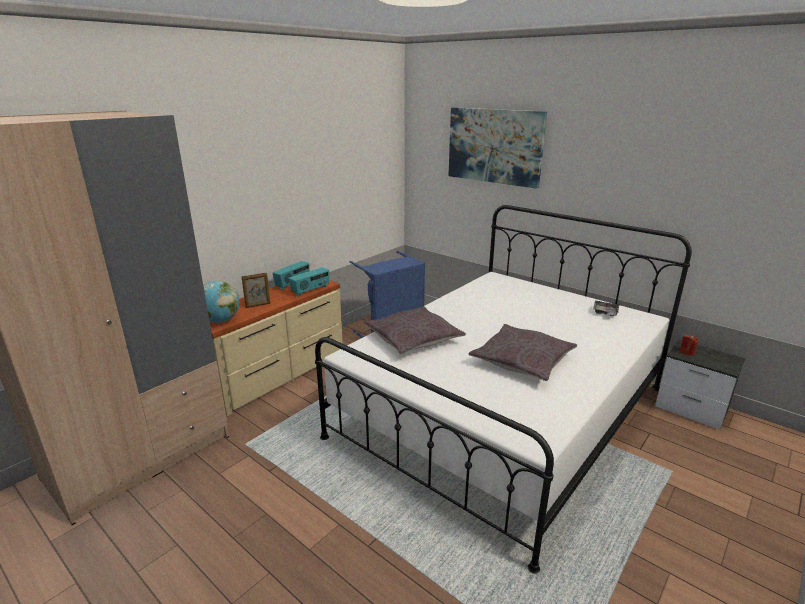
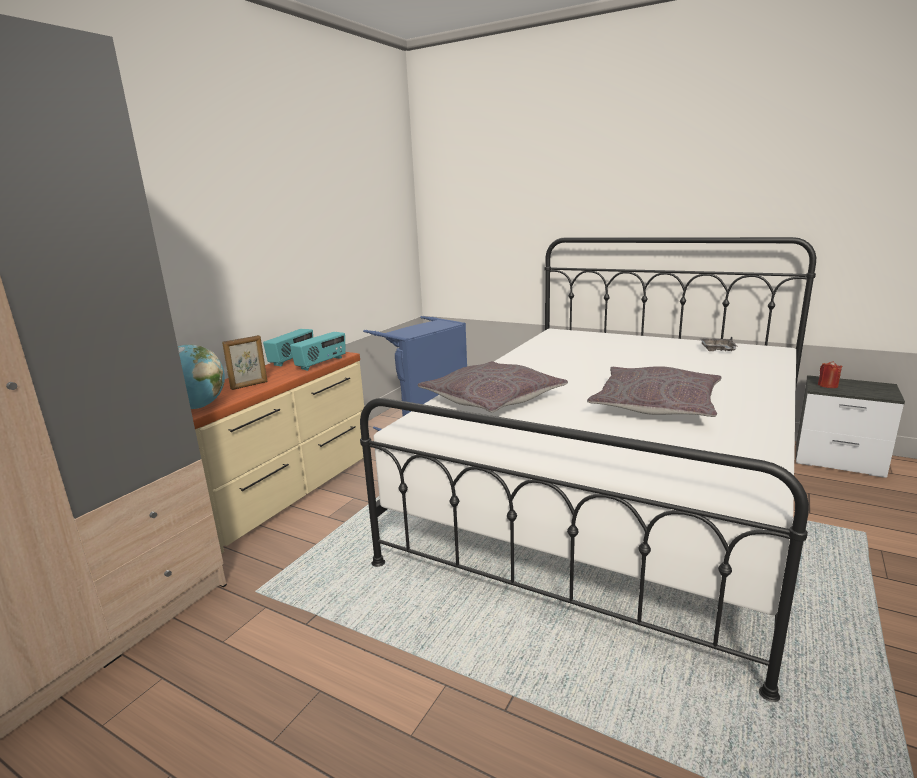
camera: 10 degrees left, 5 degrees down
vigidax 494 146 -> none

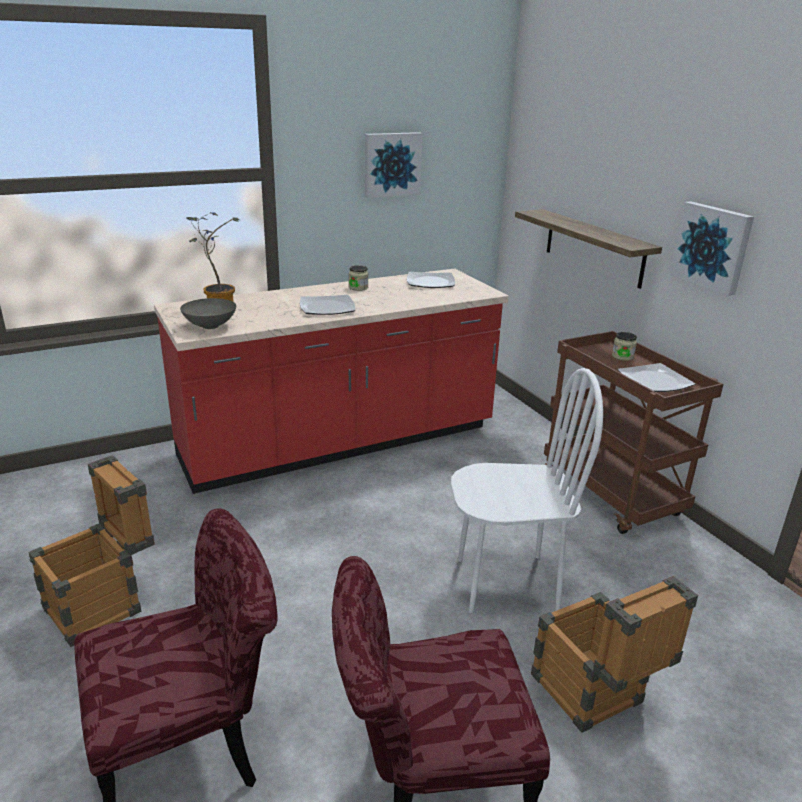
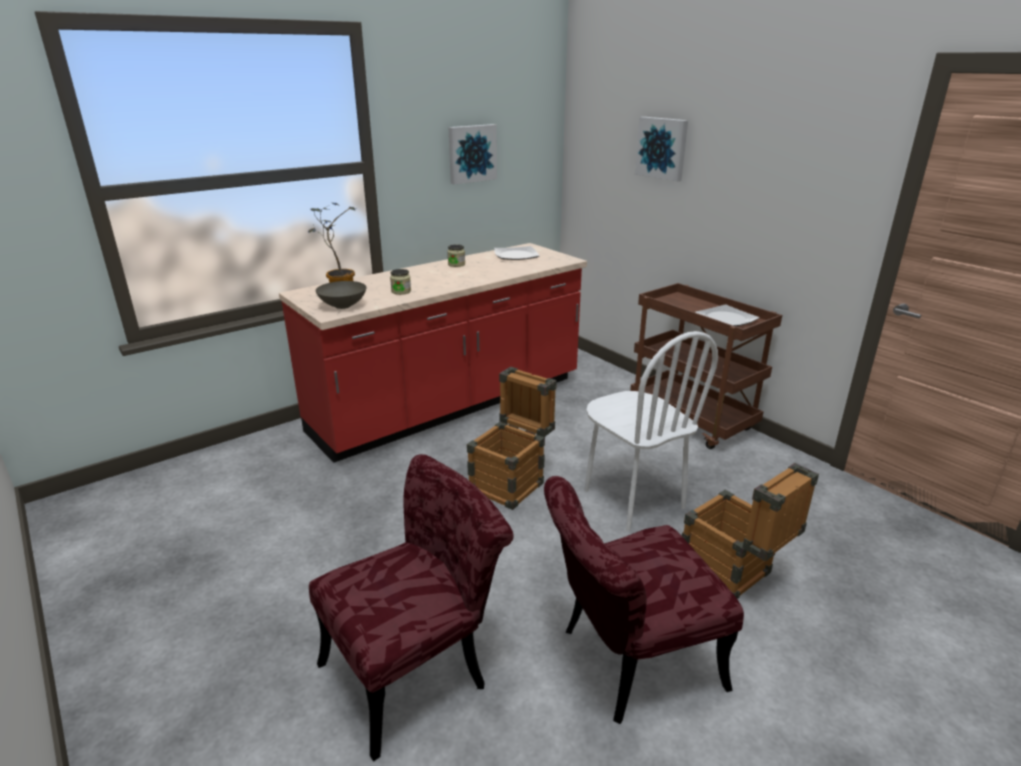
camera: 10 degrees left, 0 degrees up
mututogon 104 604 -> mututogon 512 482, moved
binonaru 328 308 -> none
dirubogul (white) 506 583 -> dirubogul (white) 633 499, 75 degrees clockwise
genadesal 593 247 -> none
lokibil 622 356 -> lokibil 401 291, moved
vigidax 712 247 -> vigidax 662 148, moved

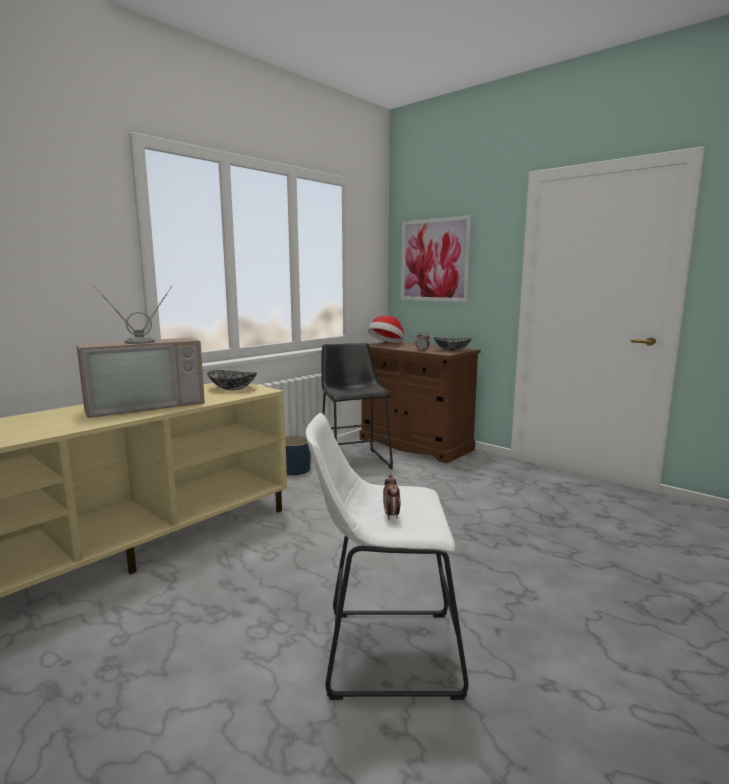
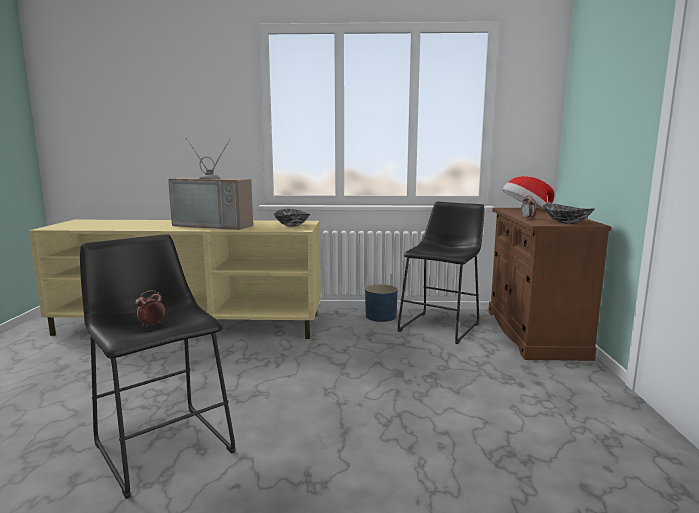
camera: 50 degrees right, 0 degrees up
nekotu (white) 382 651 -> nekotu (black) 162 443
vigidax 434 260 -> none

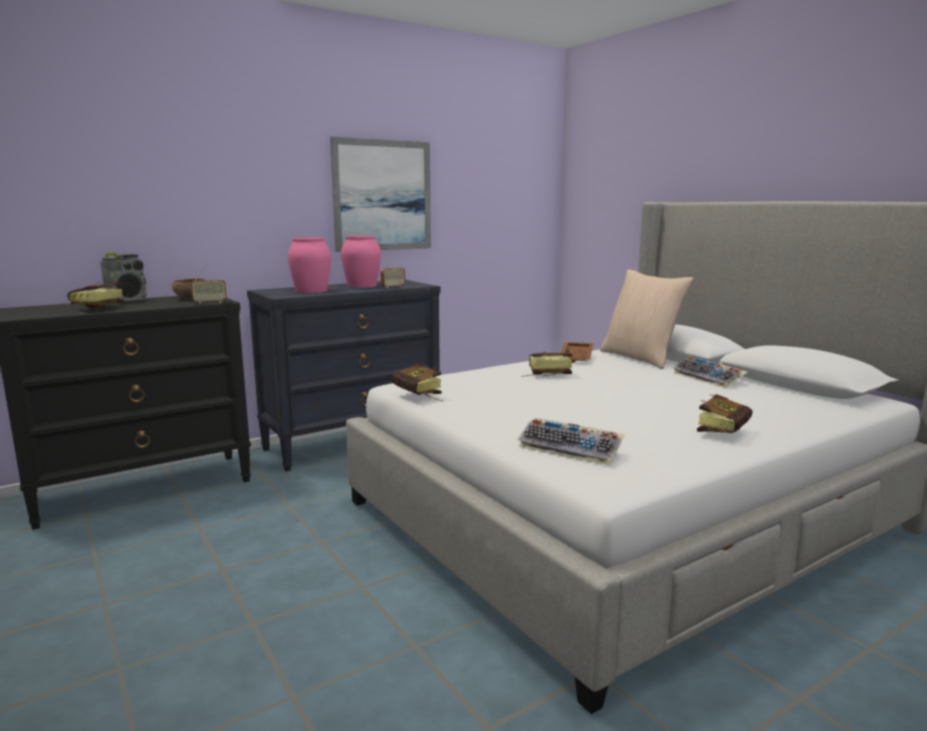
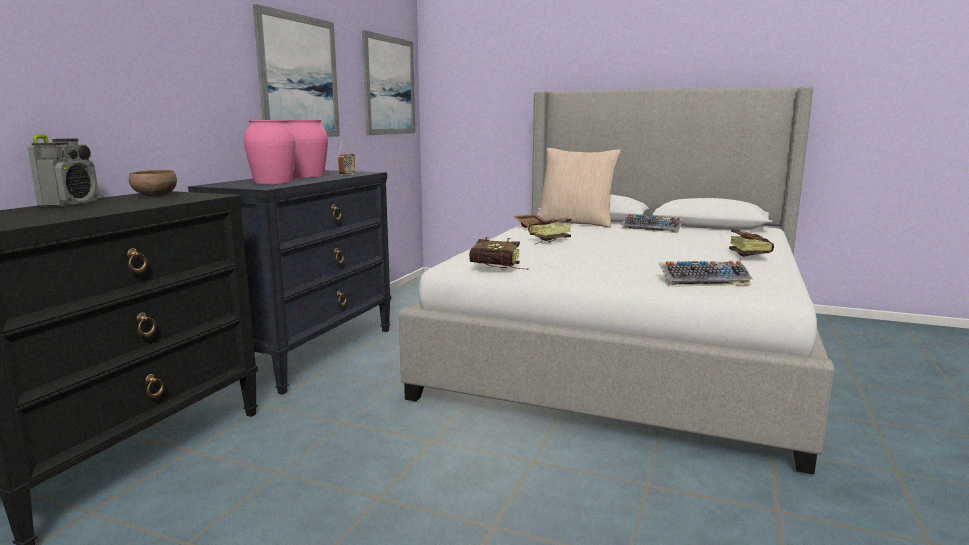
camera: 35 degrees left, 0 degrees up
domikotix 94 309 -> none
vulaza 210 302 -> none
none -> vigidax 389 86

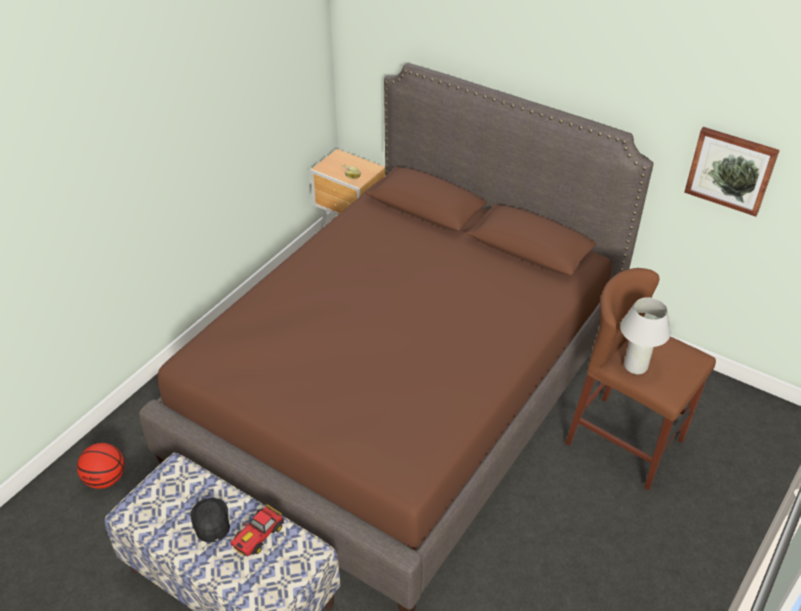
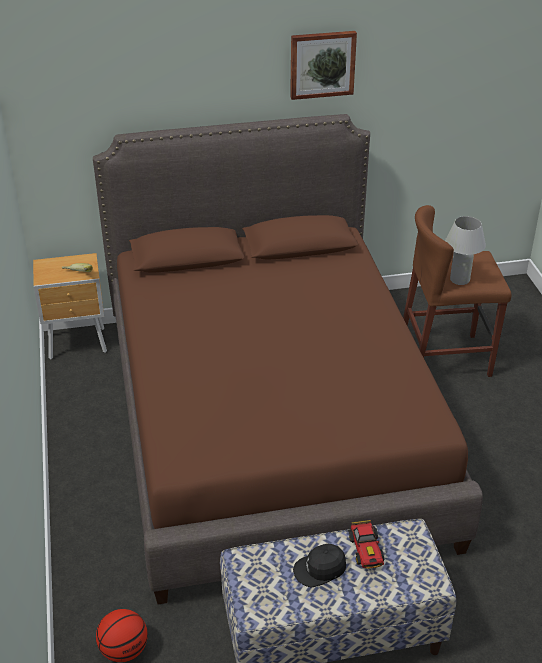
camera: 45 degrees left, 5 degrees down
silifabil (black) 210 521 -> silifabil (black) 320 569, 45 degrees counterclockwise
vigidax 731 170 -> vigidax 322 64, moved

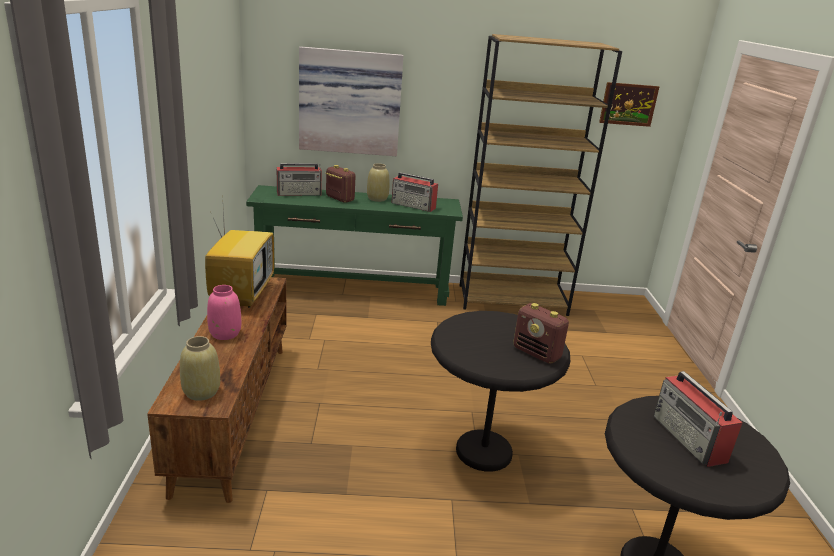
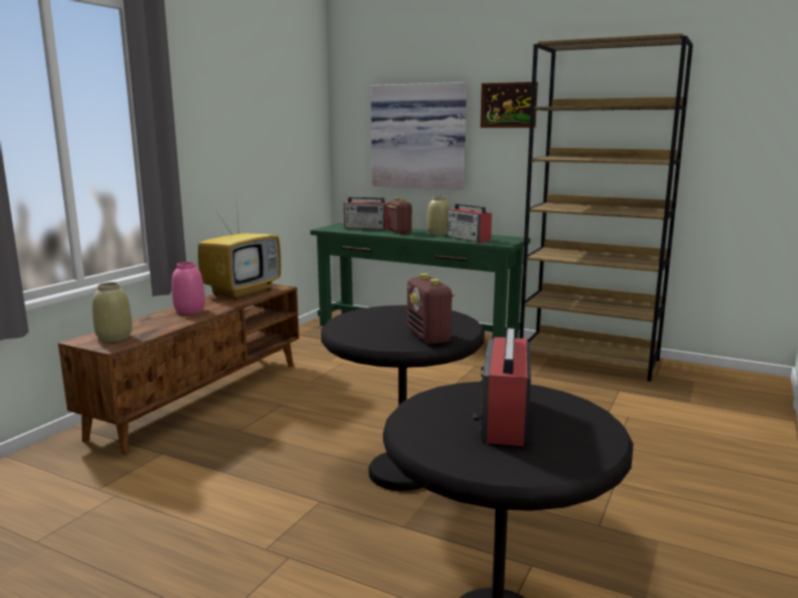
camera: 30 degrees right, 10 degrees down
vigidax 628 104 -> vigidax 508 105, moved

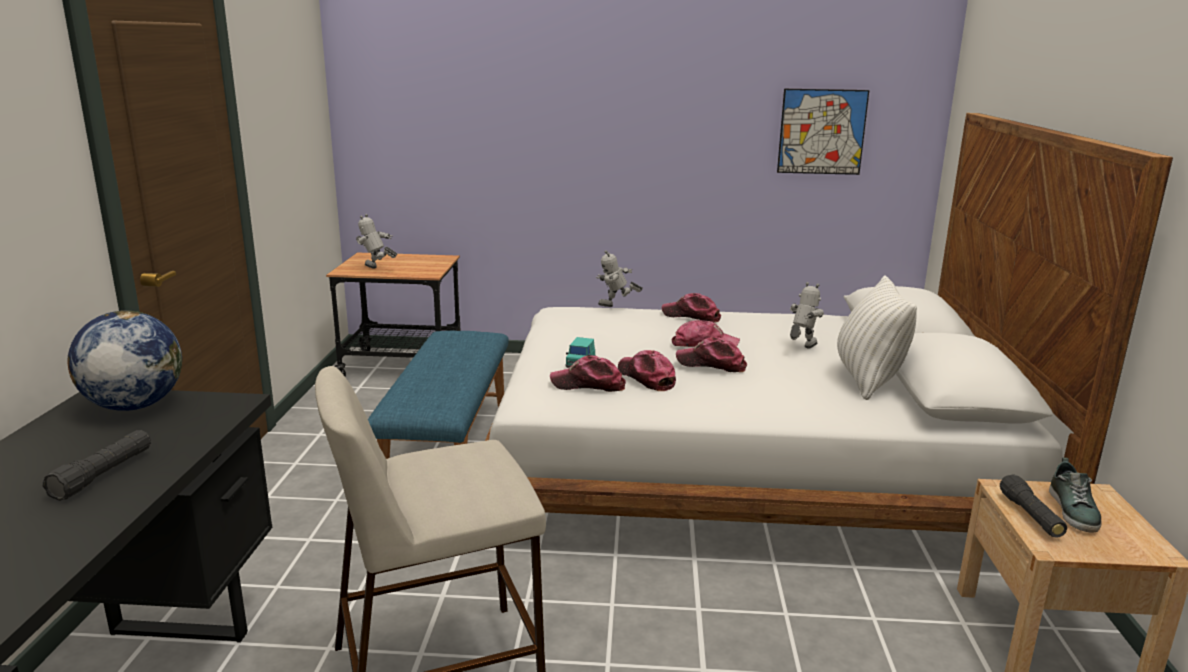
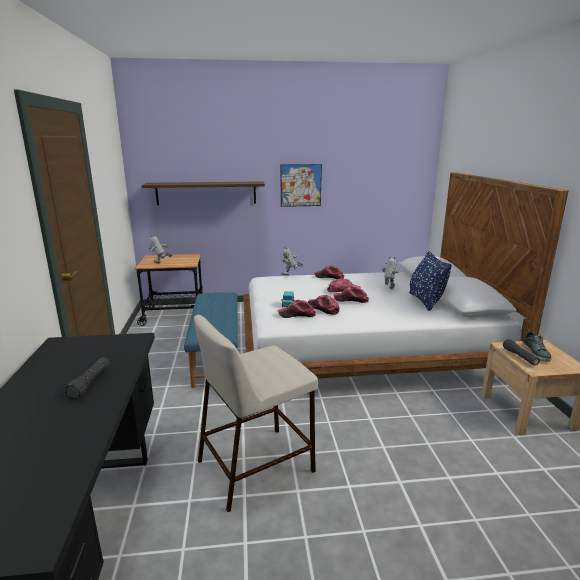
camera: 10 degrees left, 0 degrees up
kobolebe 134 406 -> none
vigidax 822 132 -> vigidax 300 185, moved
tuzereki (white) 868 380 -> tuzereki (blue) 425 301
none -> genadesal 206 193

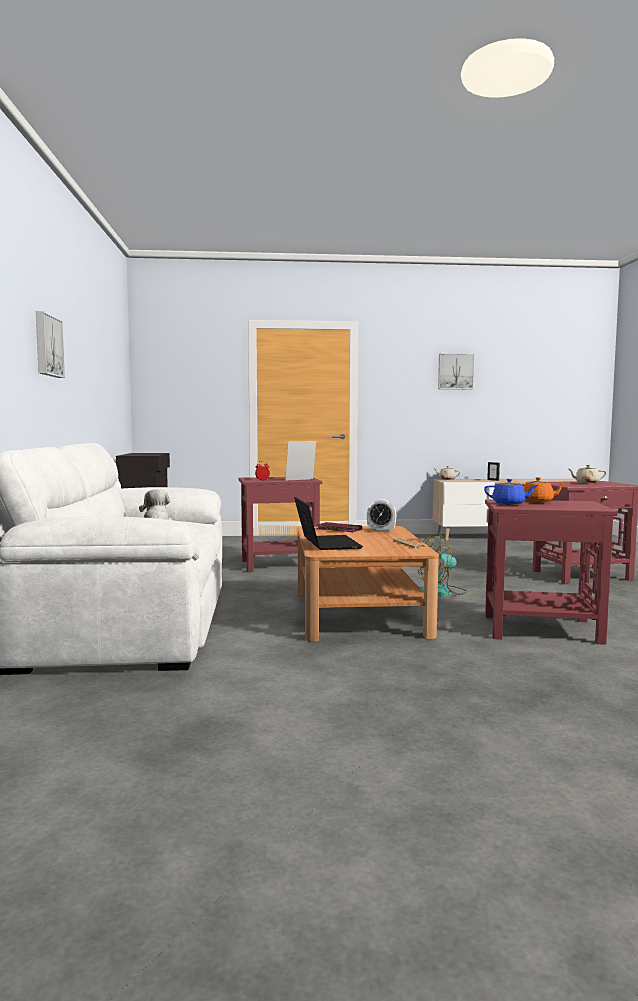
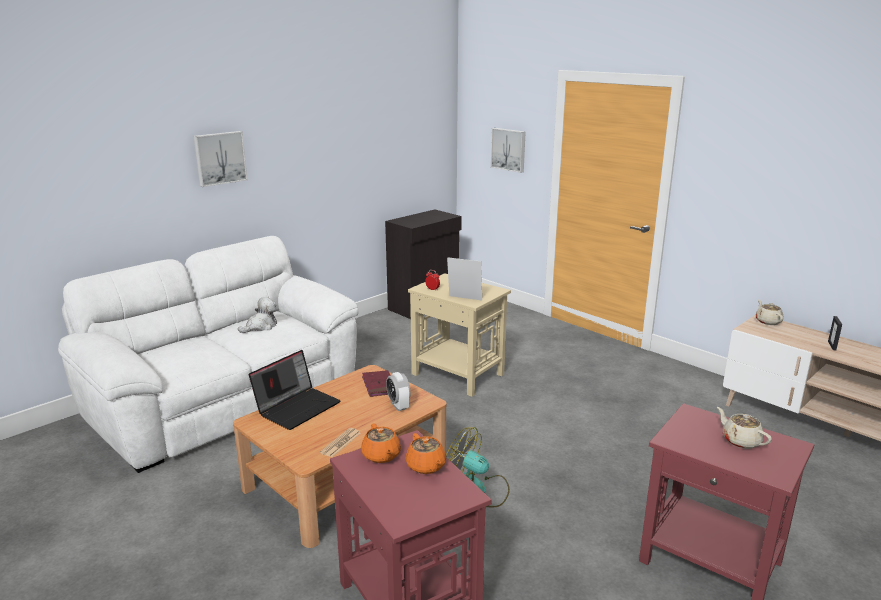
camera: 50 degrees right, 15 degrees up
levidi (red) 279 564 -> levidi (beige) 458 374
vigidax 455 371 -> vigidax 509 149, moved
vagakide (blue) 509 504 -> vagakide (orange) 381 456

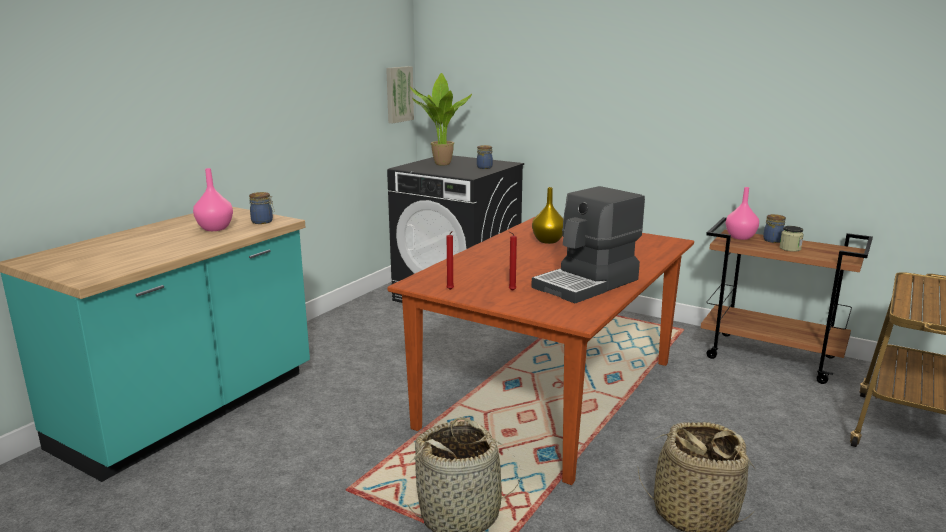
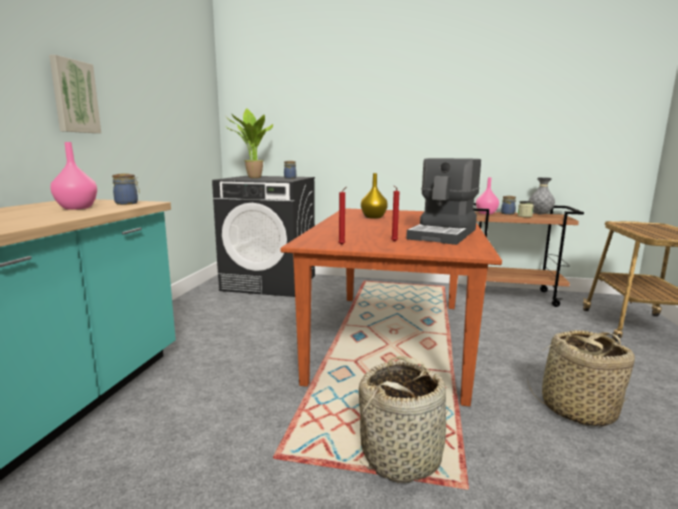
camera: 20 degrees left, 5 degrees down
vigidax 398 94 -> vigidax 74 96, moved
none -> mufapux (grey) 540 214

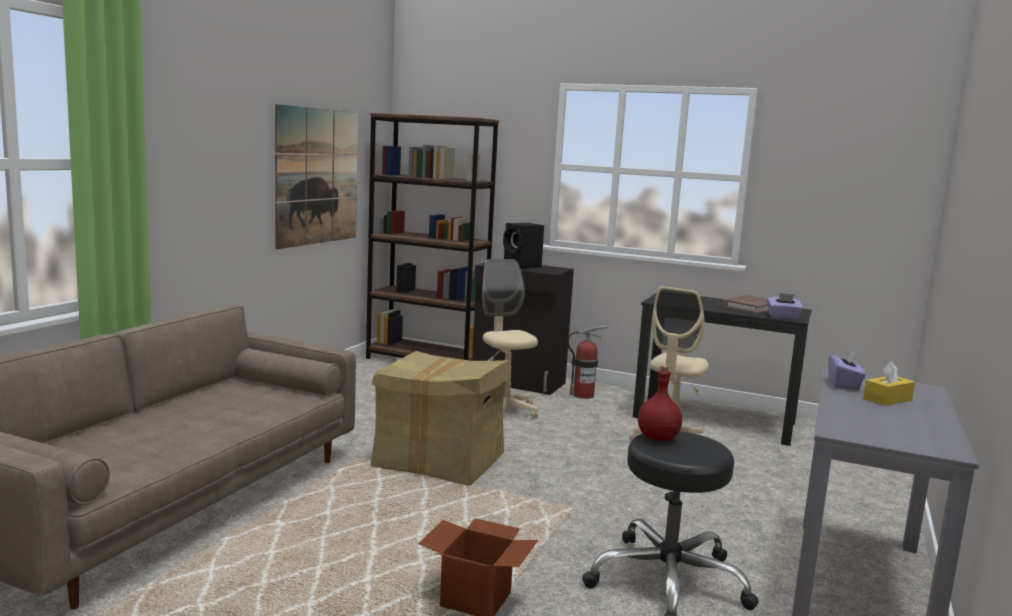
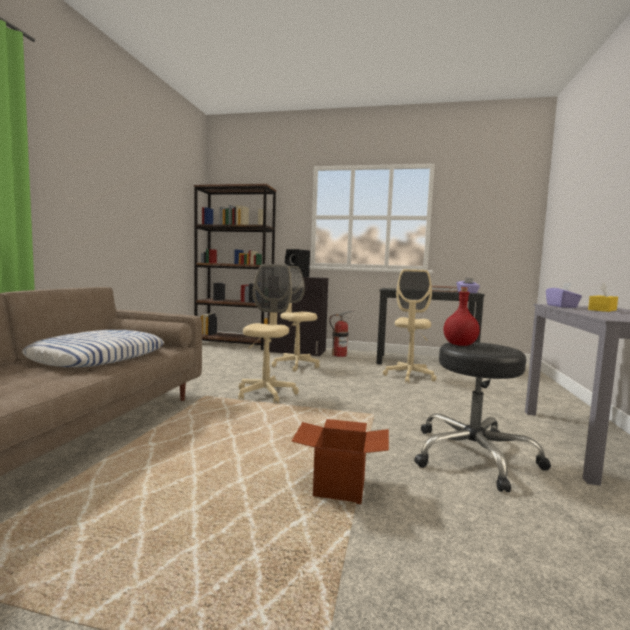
camera: 10 degrees left, 5 degrees down
vigidax 317 176 -> none
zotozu 440 460 -> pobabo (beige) 266 394
none -> tuzereki 99 357

